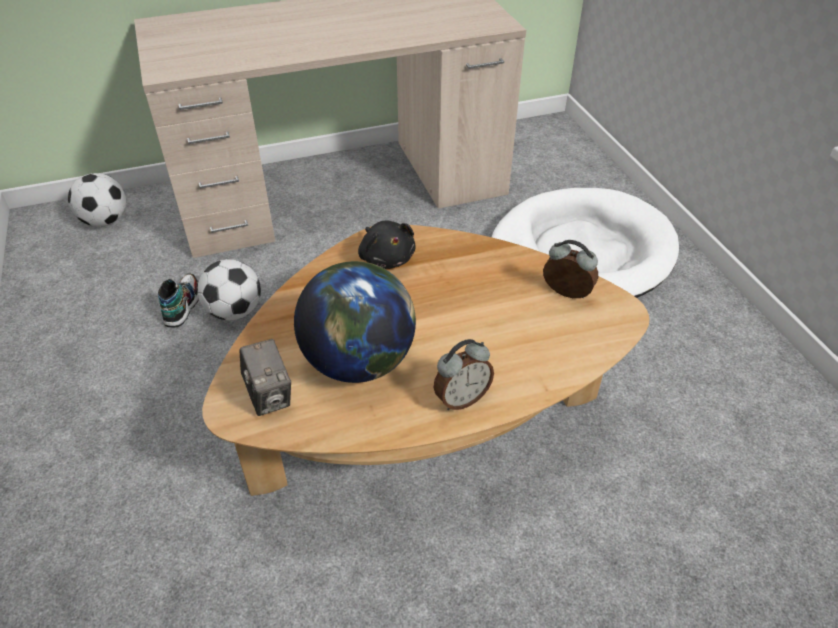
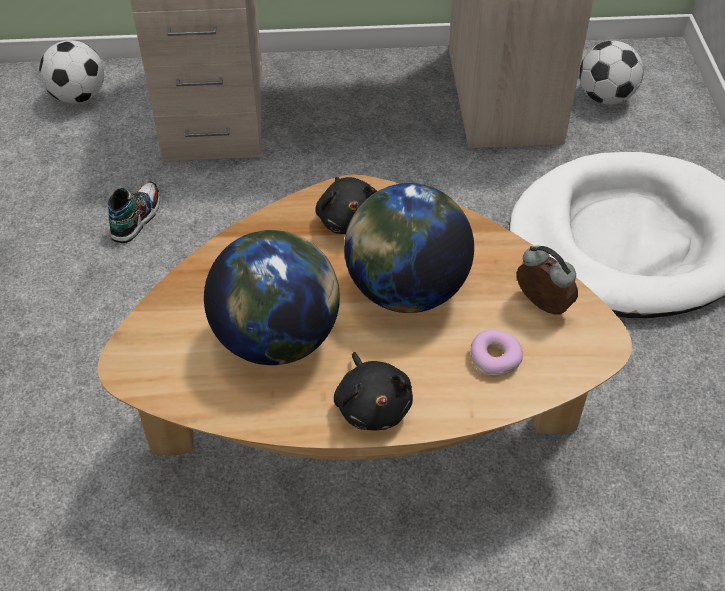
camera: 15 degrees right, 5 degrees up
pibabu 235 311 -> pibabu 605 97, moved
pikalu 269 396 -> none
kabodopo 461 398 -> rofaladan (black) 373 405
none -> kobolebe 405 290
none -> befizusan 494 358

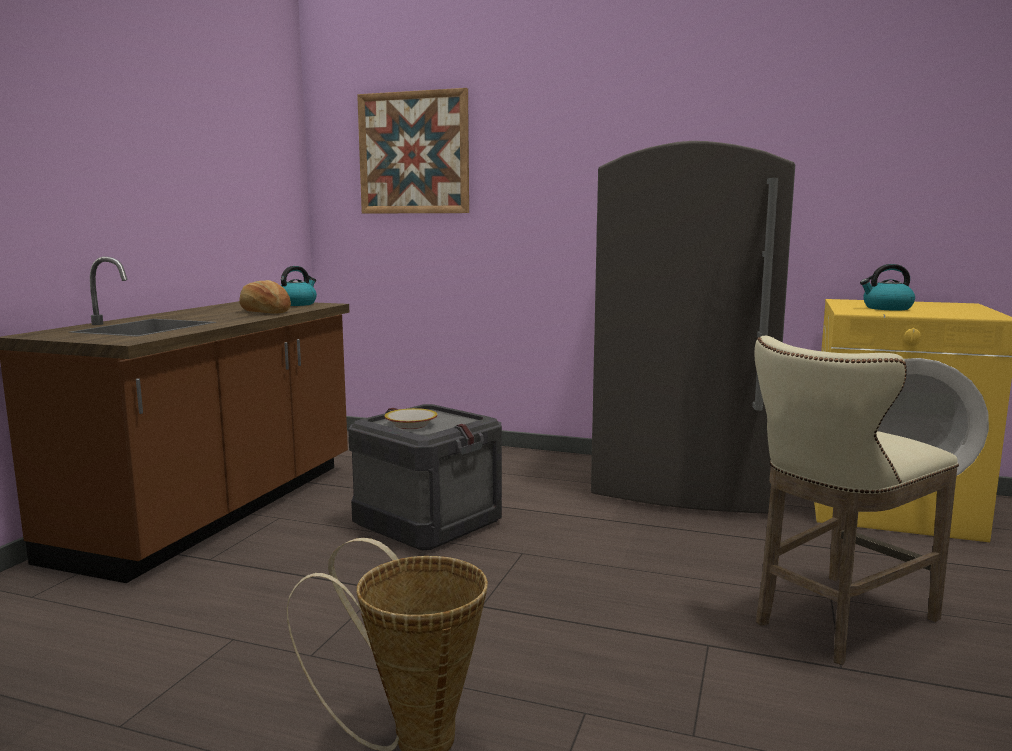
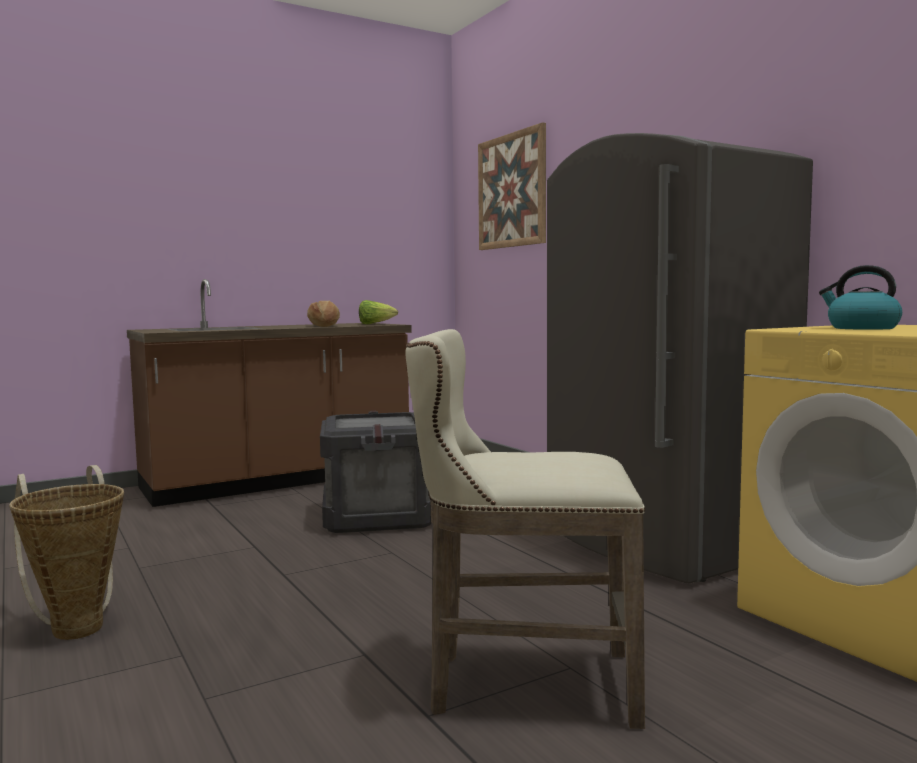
camera: 40 degrees right, 5 degrees down
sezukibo 297 304 -> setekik 375 324
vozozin 411 425 -> none

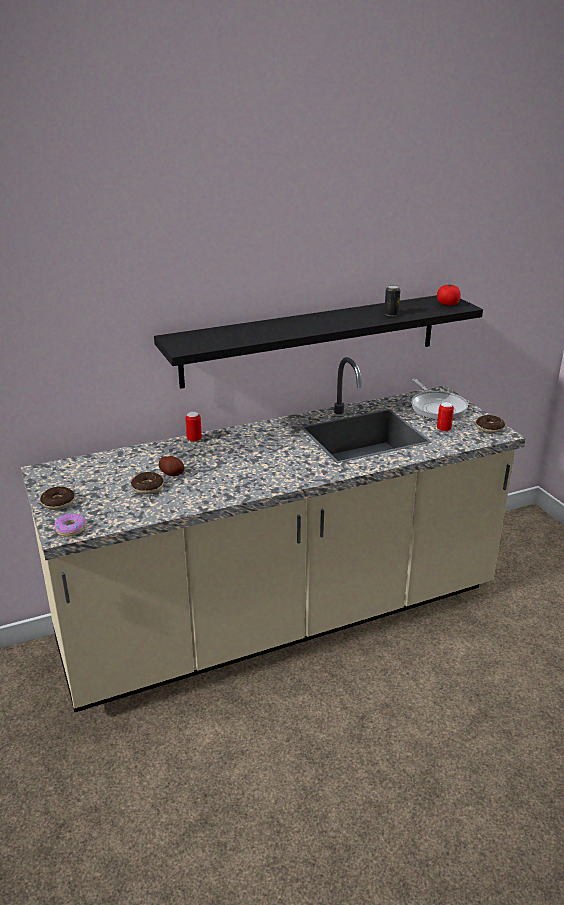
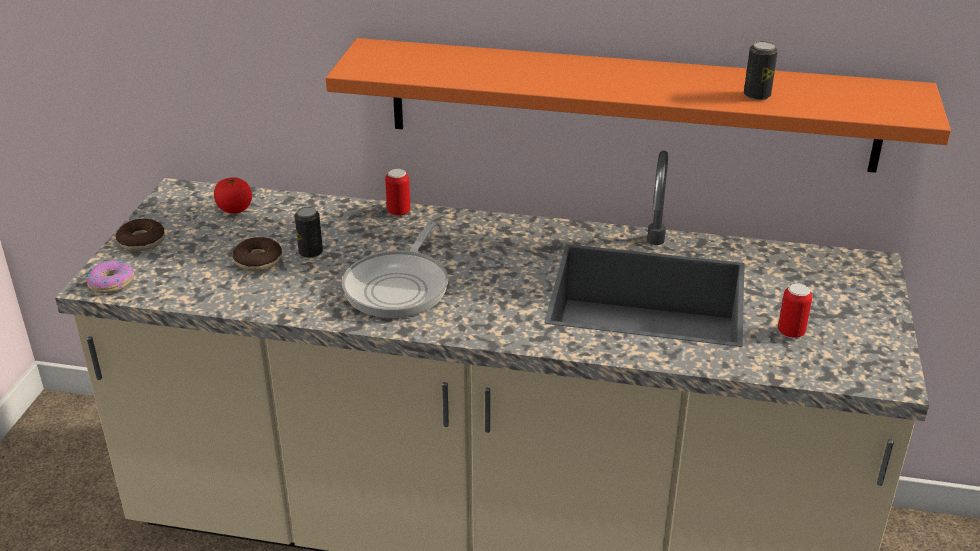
camera: 35 degrees right, 5 degrees up
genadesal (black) 312 339 -> genadesal (orange) 630 104
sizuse 172 473 -> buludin 310 252
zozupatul 436 407 -> zozupatul 399 287, moved
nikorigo 447 304 -> nikorigo 234 209, moved
befizusan 489 428 -> none

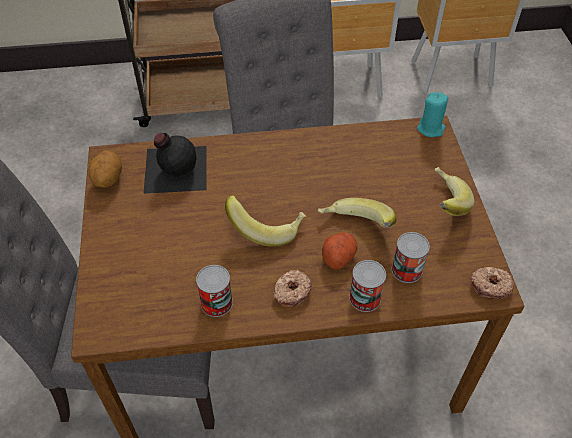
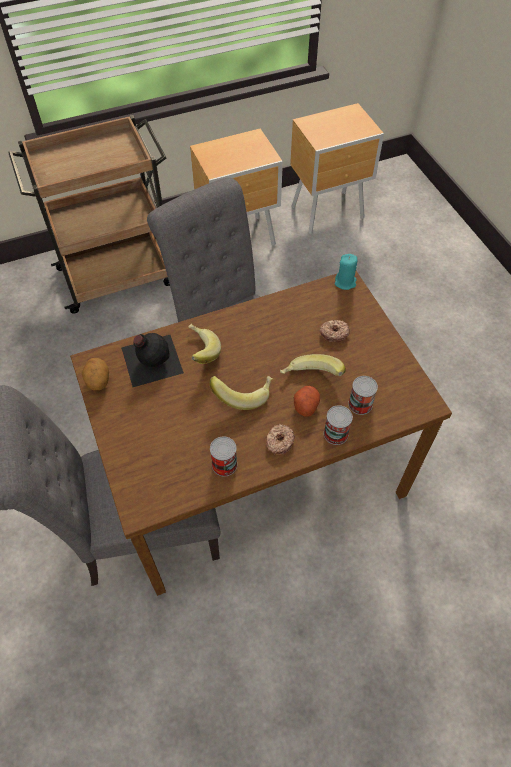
camera: 15 degrees left, 5 degrees up
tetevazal 443 203 -> tetevazal 199 352, moved
befizusan 490 285 -> befizusan 334 333, moved

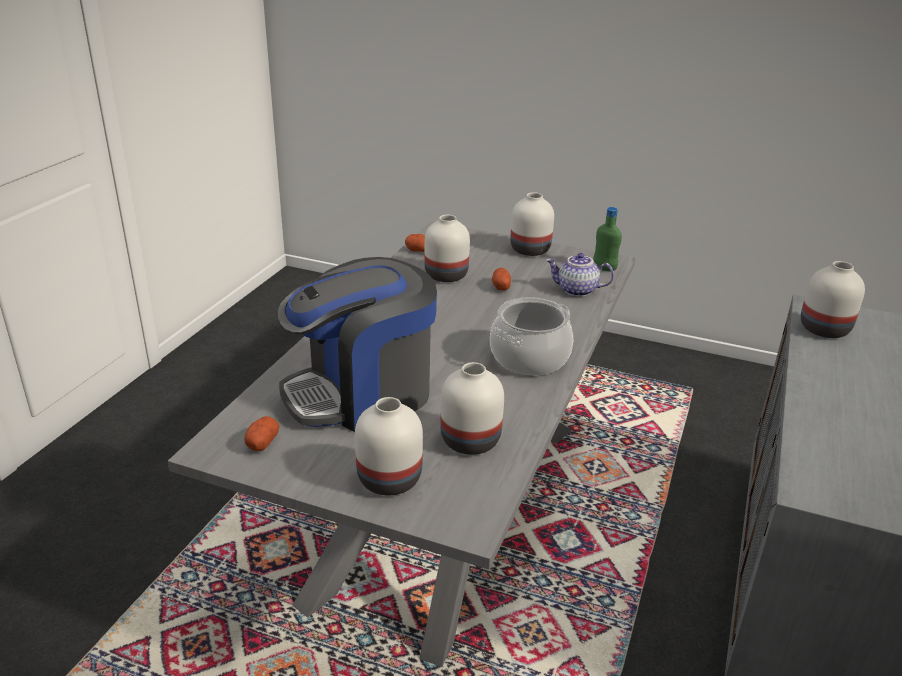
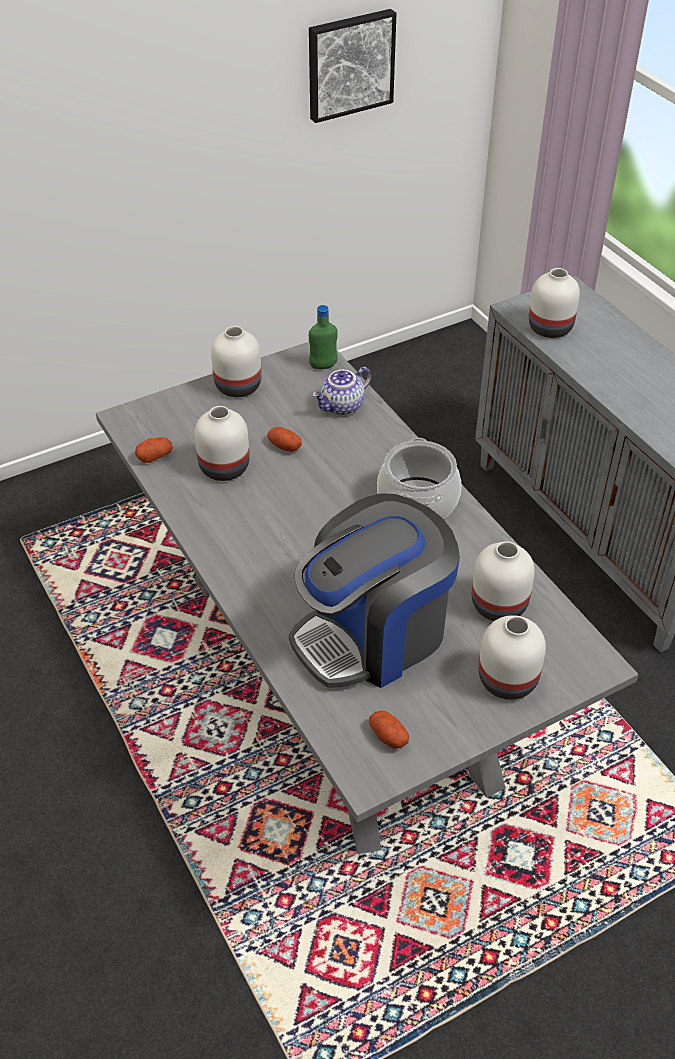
camera: 50 degrees left, 15 degrees up
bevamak 362 394 -> bevamak 373 634, 45 degrees clockwise
none -> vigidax 349 64

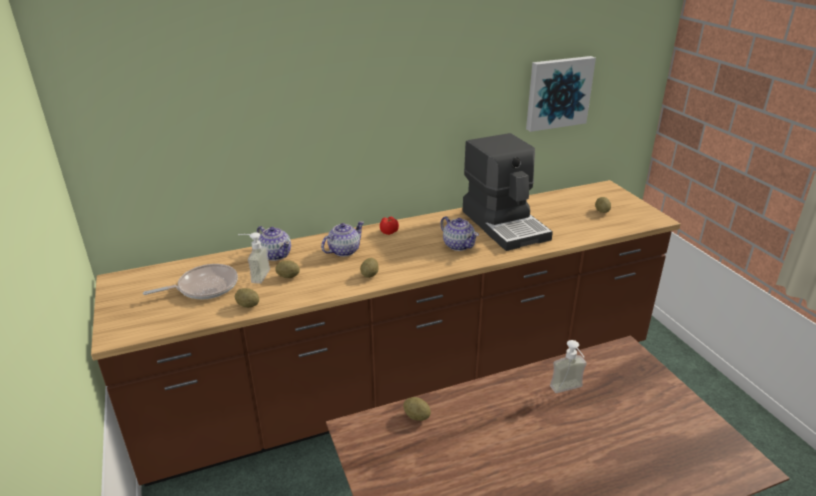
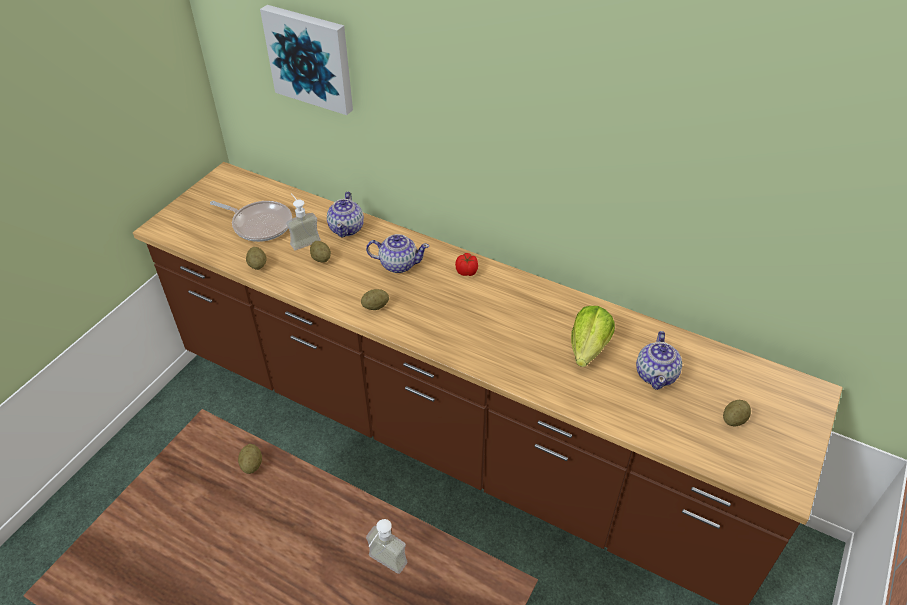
camera: 50 degrees right, 15 degrees up
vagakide 458 245 -> vagakide 656 374, moved
bevamak 505 224 -> setekik 588 348
vigidax 558 92 -> vigidax 311 58, moved

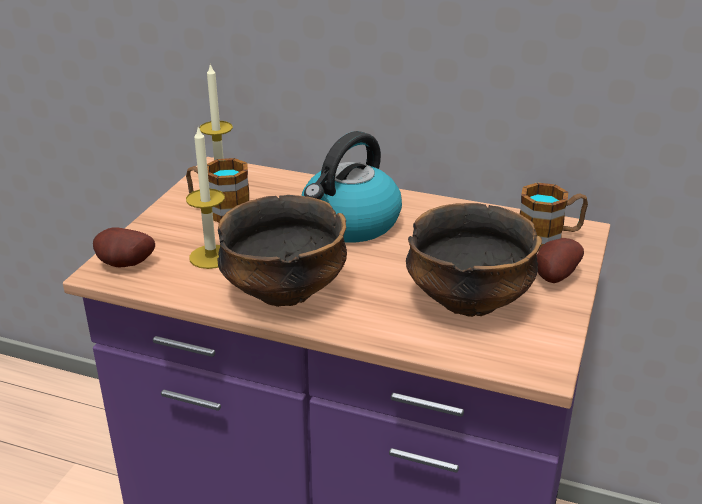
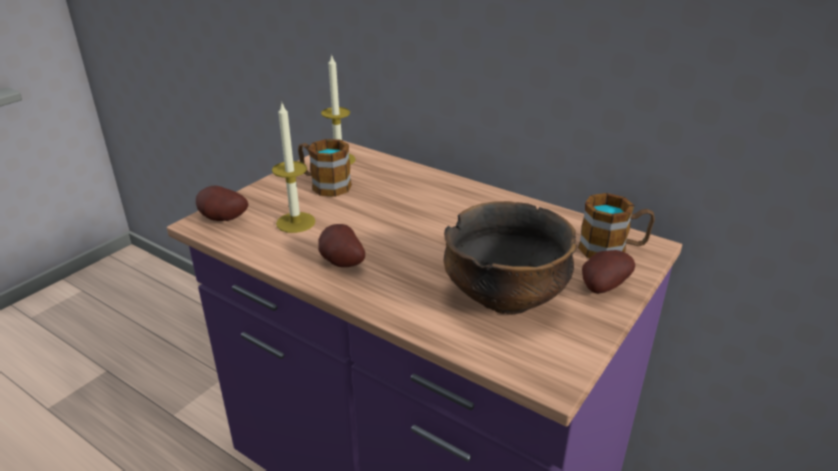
camera: 15 degrees right, 0 degrees up
vozozin 284 292 -> sizuse 340 263
sezukibo 350 224 -> none

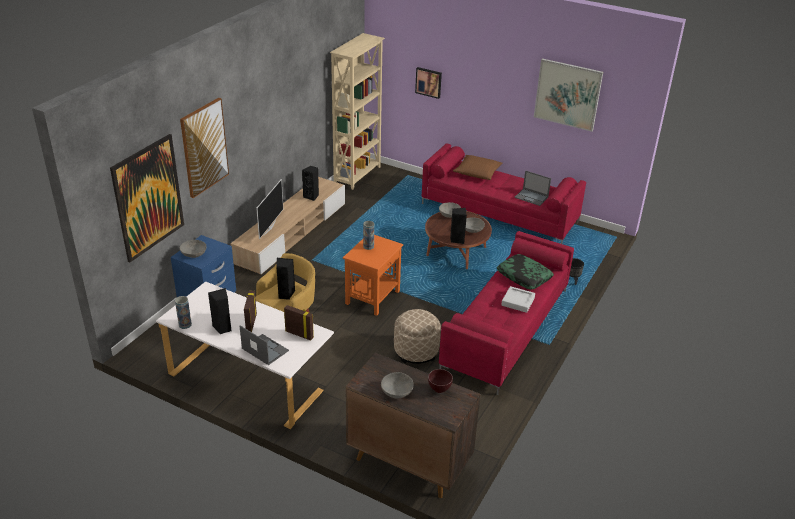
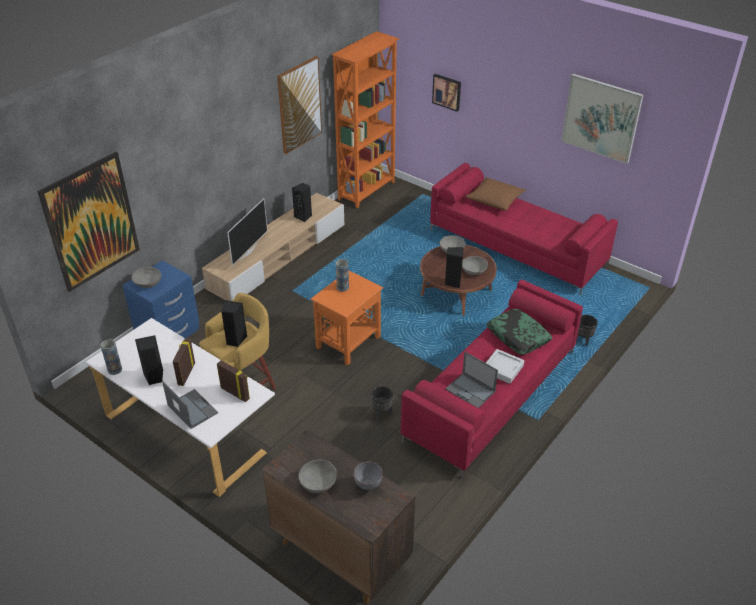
camera: 10 degrees right, 5 degrees up
vigidax 204 147 -> vigidax 299 105, moved
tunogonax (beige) 358 175 -> tunogonax (orange) 367 191
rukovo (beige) 416 351 -> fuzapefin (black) 381 413
vozozin (brown) 439 390 -> vozozin (grey) 368 486
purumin 531 197 -> purumin 471 390, moved

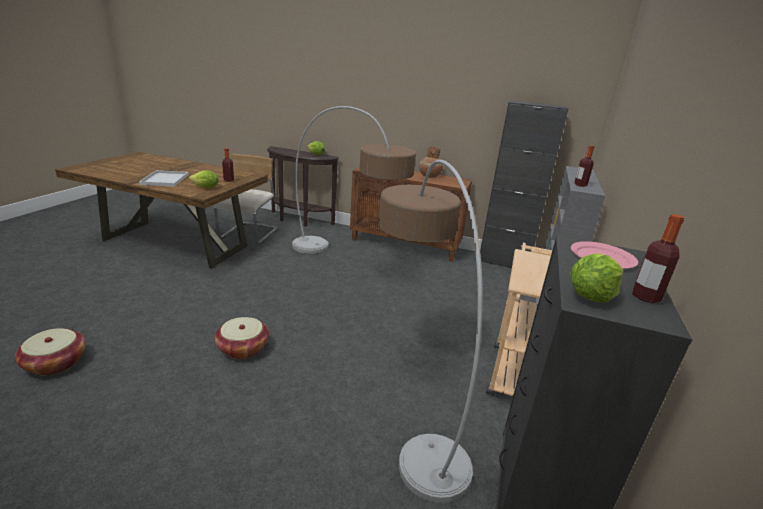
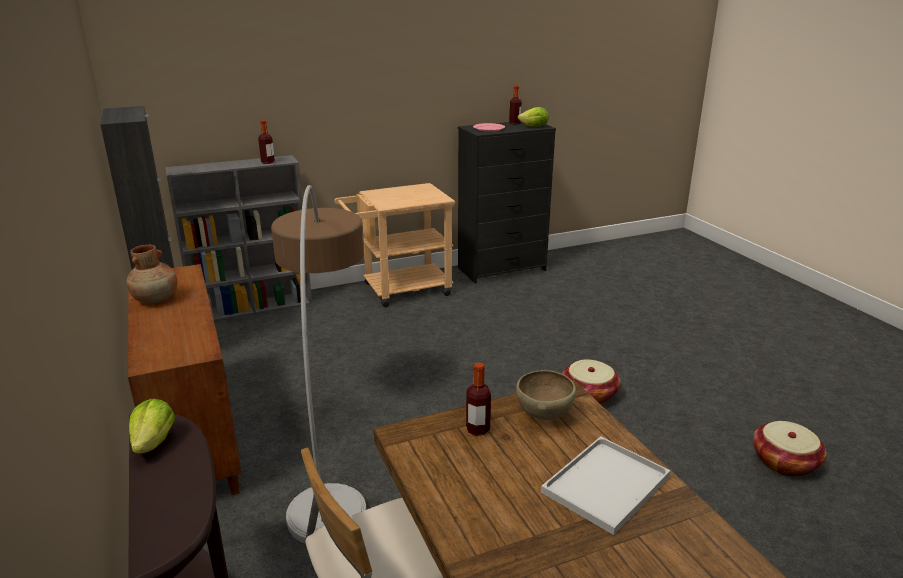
camera: 130 degrees left, 0 degrees up
setekik 206 187 -> vozozin (brown) 544 415
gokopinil 412 395 -> none

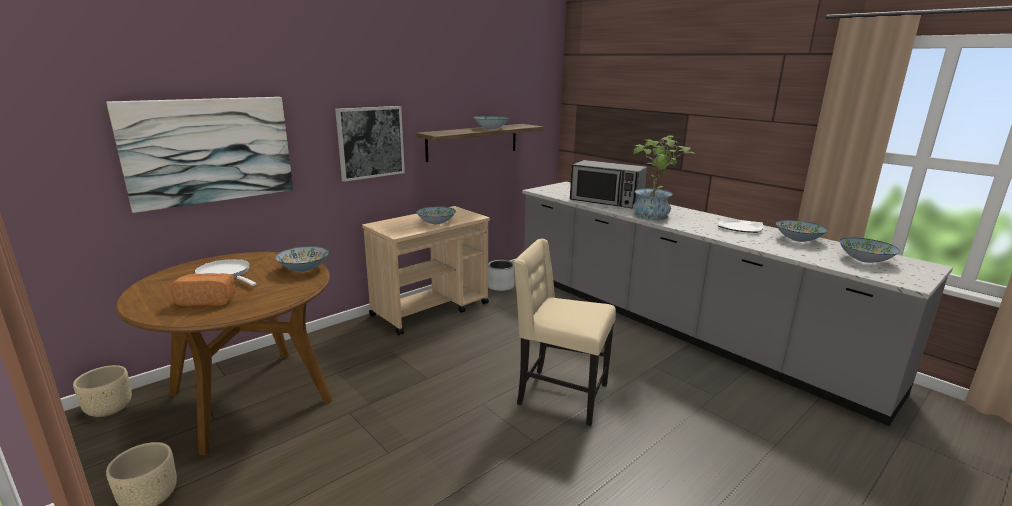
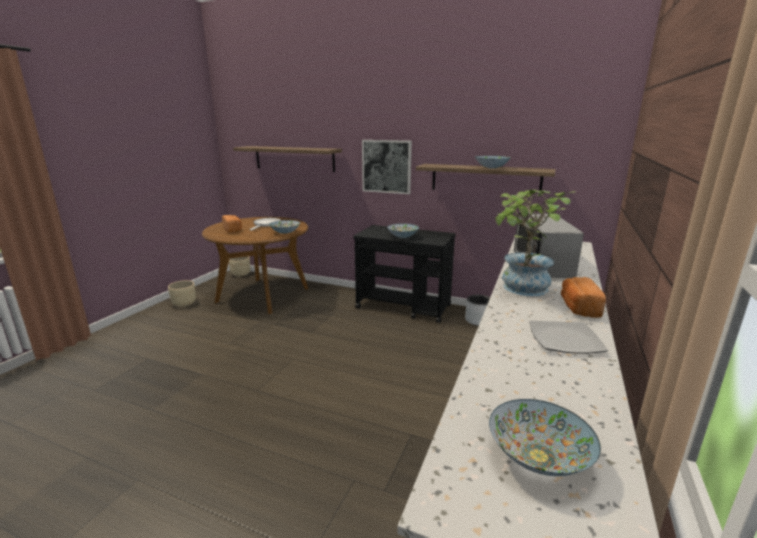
camera: 65 degrees right, 0 degrees up
vigidax 210 150 -> genadesal 294 158
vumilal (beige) 431 309 -> vumilal (black) 404 307
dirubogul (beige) 560 395 -> none
vozozin 798 239 -> none
none -> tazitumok 578 308

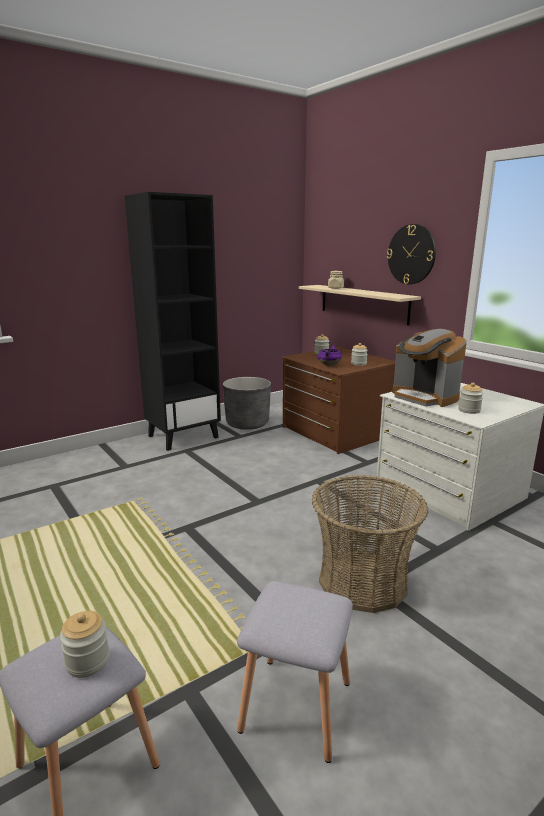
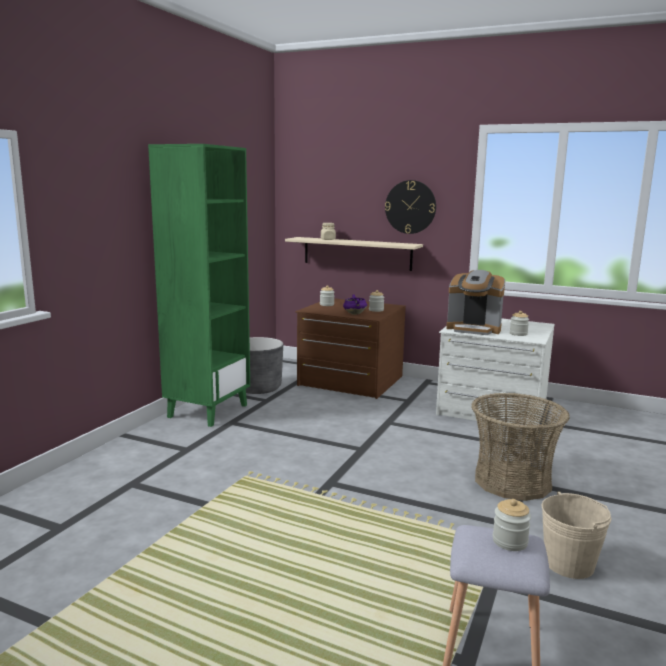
camera: 30 degrees left, 5 degrees down
tunogonax (black) 183 436 -> tunogonax (green) 208 411
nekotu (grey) 296 707 -> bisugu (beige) 569 564

